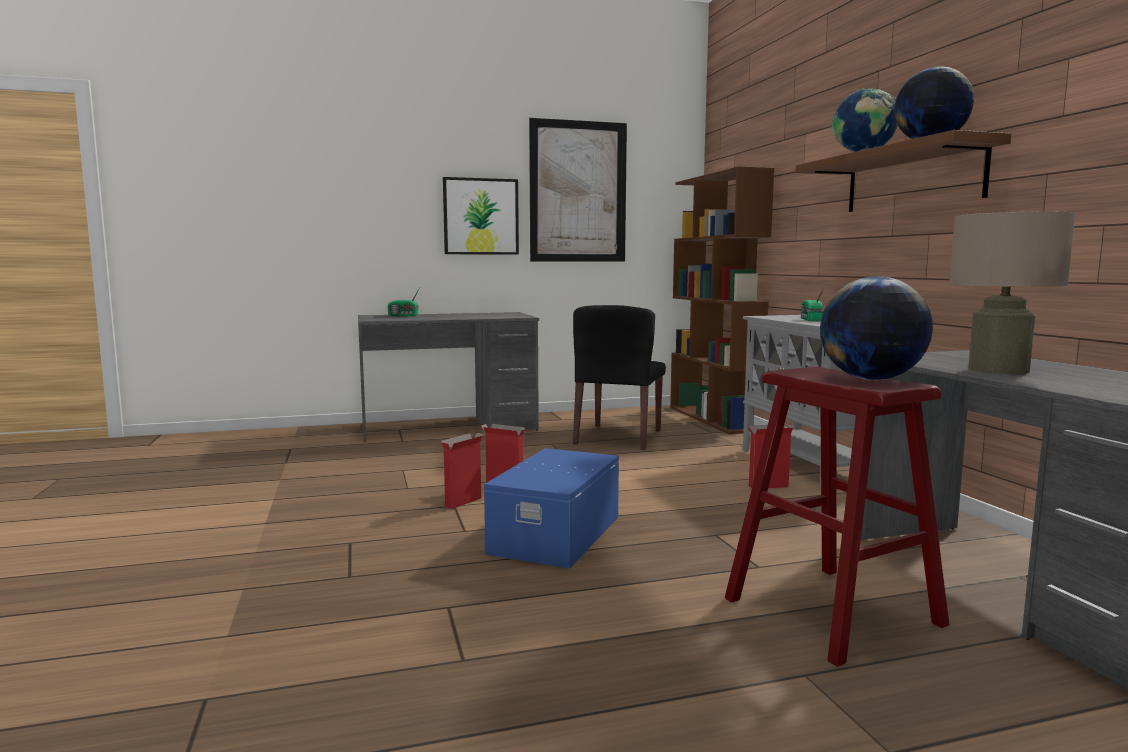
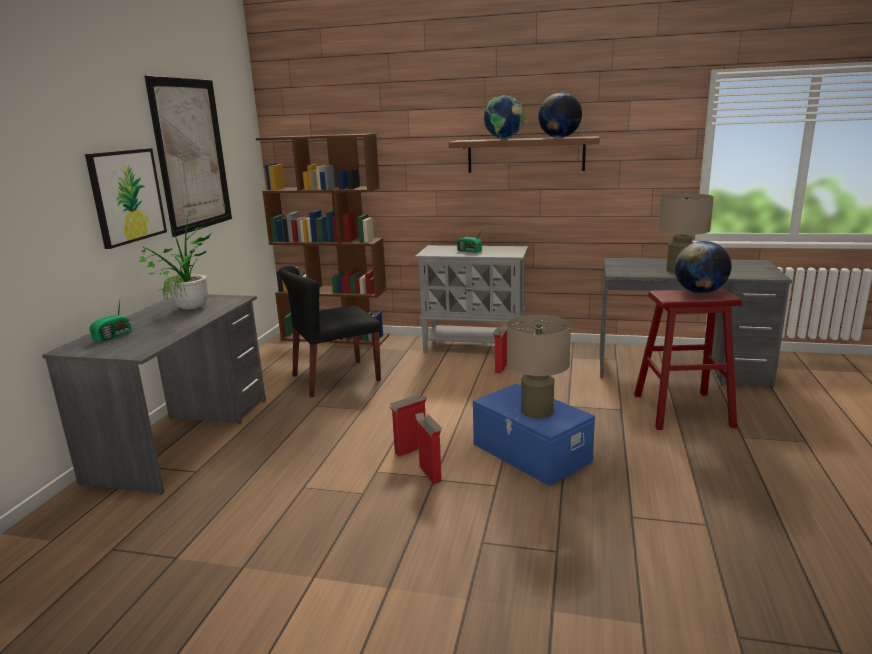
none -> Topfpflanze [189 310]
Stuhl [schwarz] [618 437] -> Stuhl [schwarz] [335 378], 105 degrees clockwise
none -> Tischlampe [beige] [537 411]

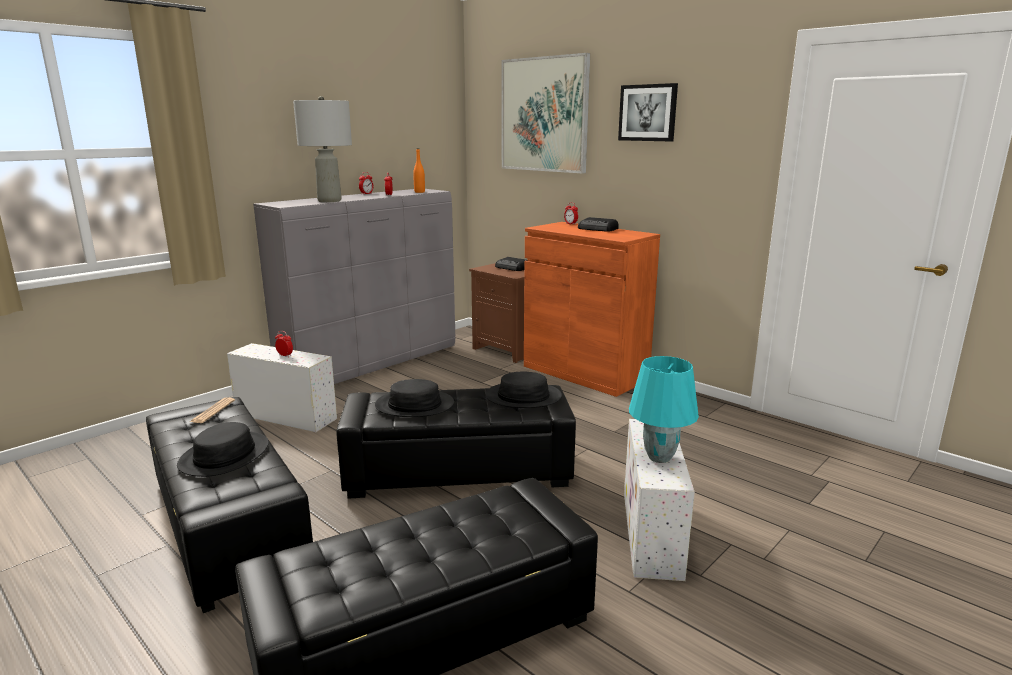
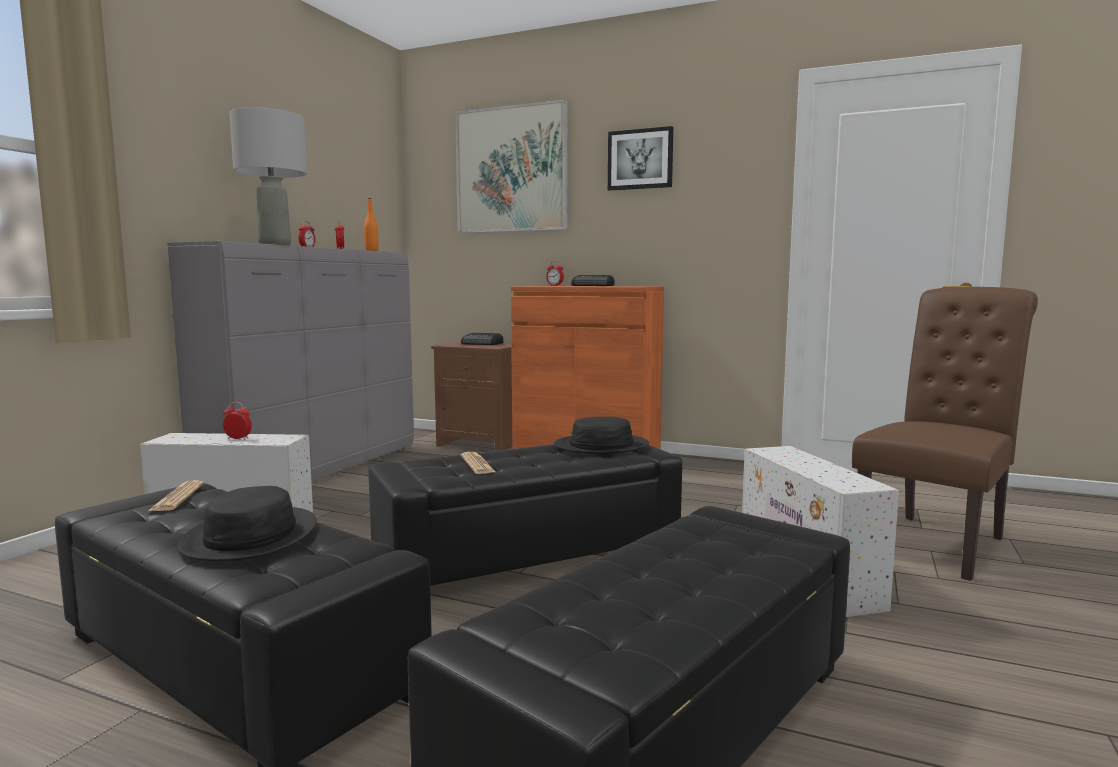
Hut [schwarz] [414 405] -> Zeitung [477 464]
none -> Stuhl [braun] [936 541]
Tischlampe [türkis] [659 457] -> none

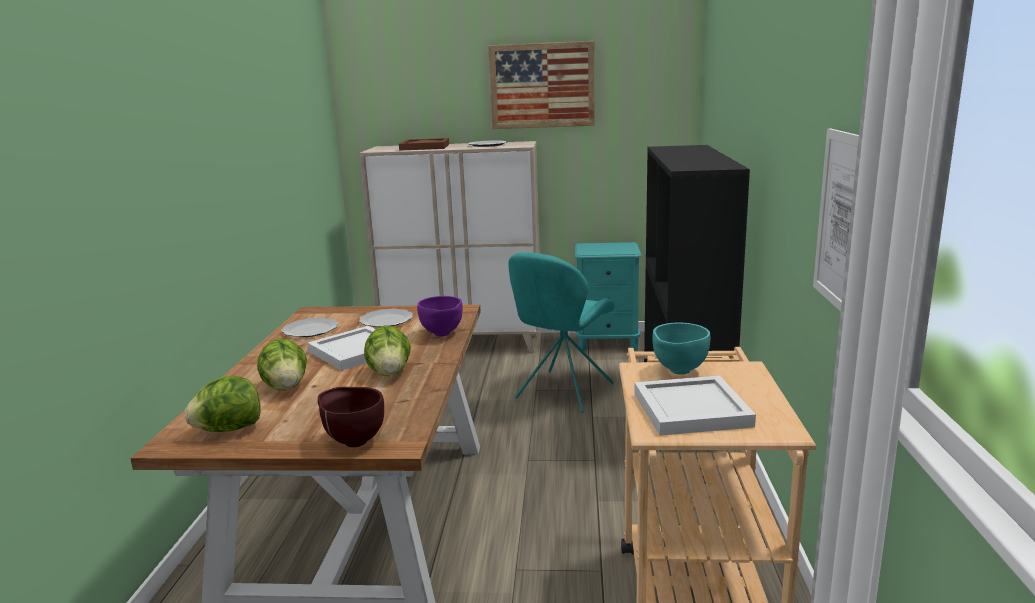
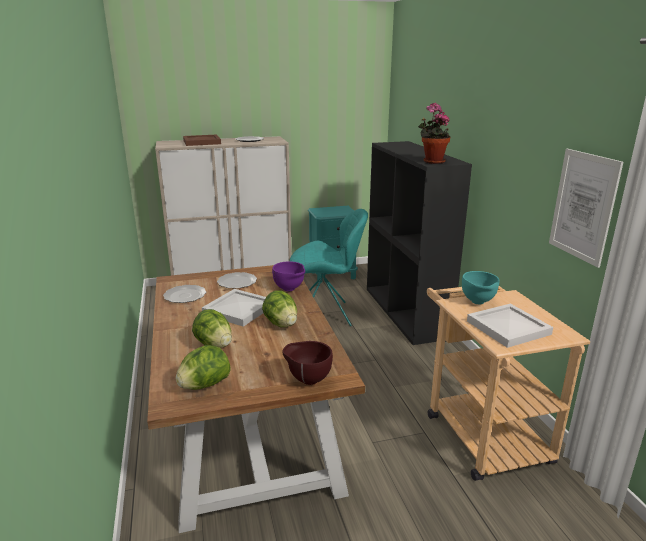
Stuhl [türkis] [562 392] -> Stuhl [türkis] [325 315], 105 degrees counterclockwise
none -> Topfpflanze [432 162]
Bild [542 85] -> none

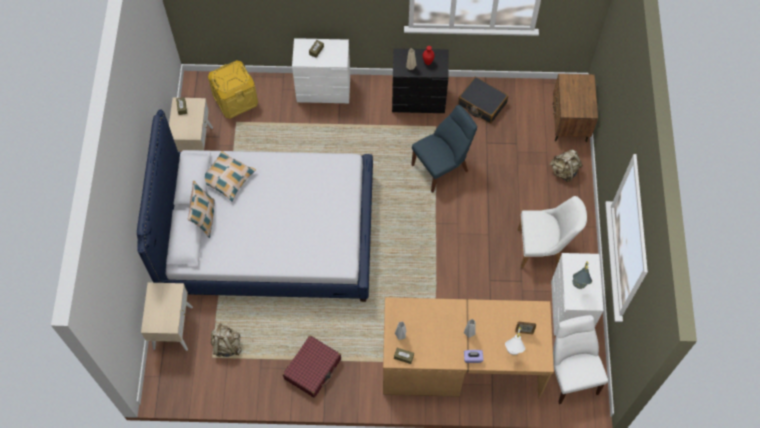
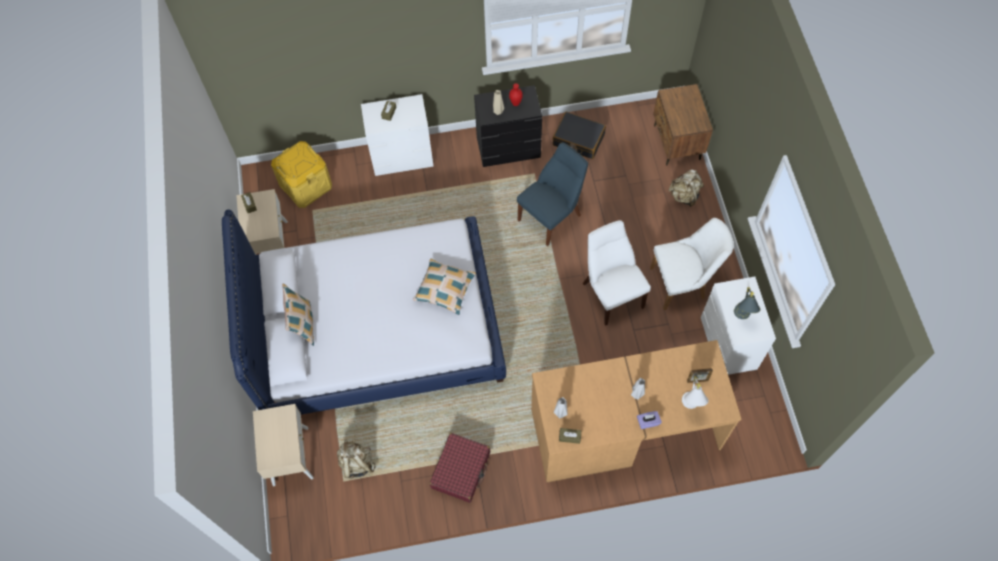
Kissen [227 178] -> Kissen [445 289], move
Stuhl [weiß] [570 373] -> Stuhl [weiß] [611 293], move

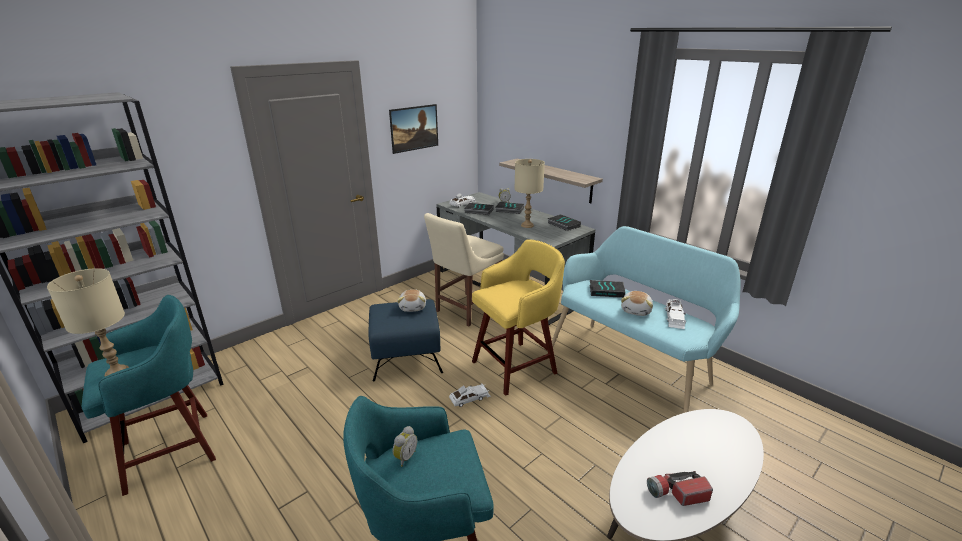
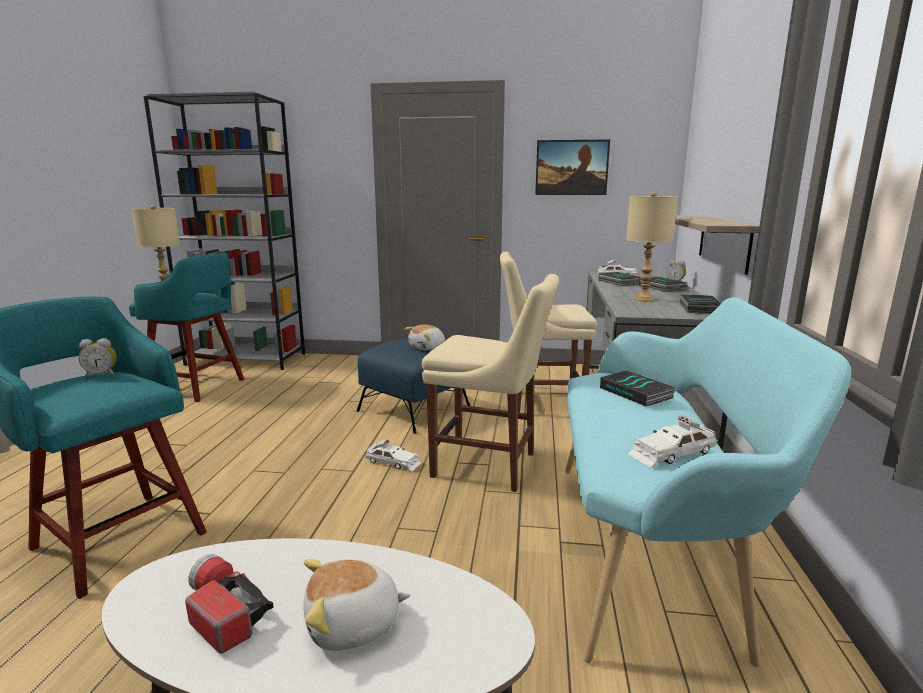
Plüschtier [636 310] -> Plüschtier [353 625], move
Hocker [gelb] [516 366] -> Stuhl [beige] [489 466]

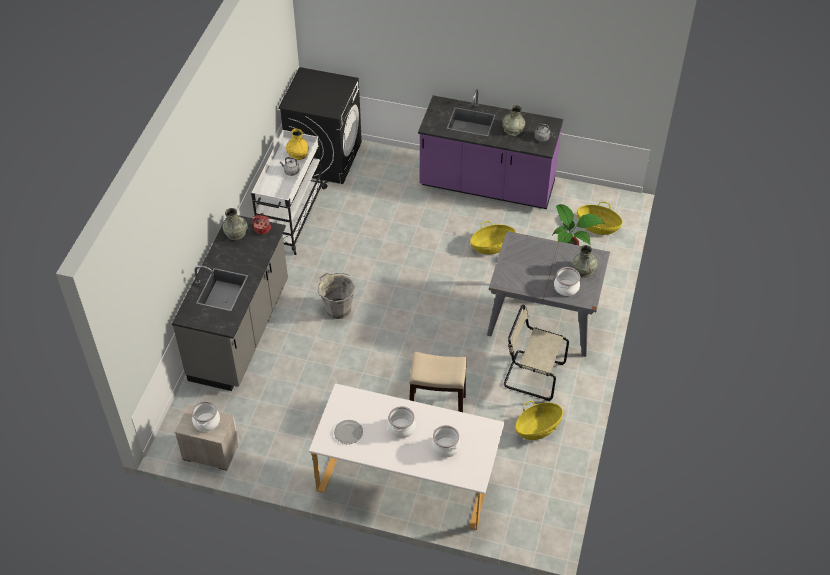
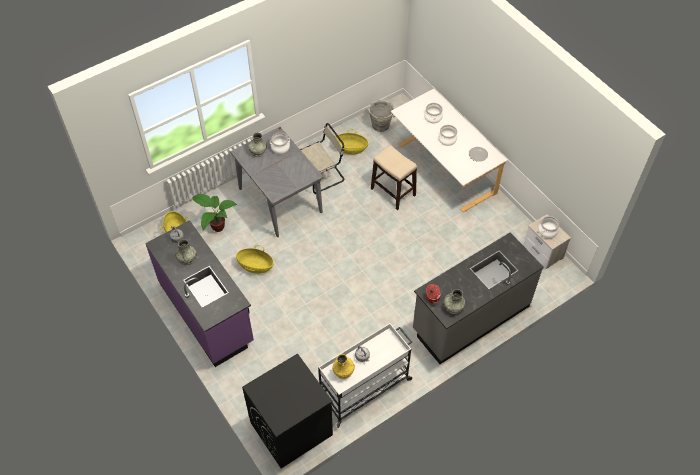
Stuhl [beige] [531 375] -> Stuhl [beige] [323 175], 90 degrees counterclockwise
Eimer [grau] [337 308] -> Eimer [grau] [380 126], move

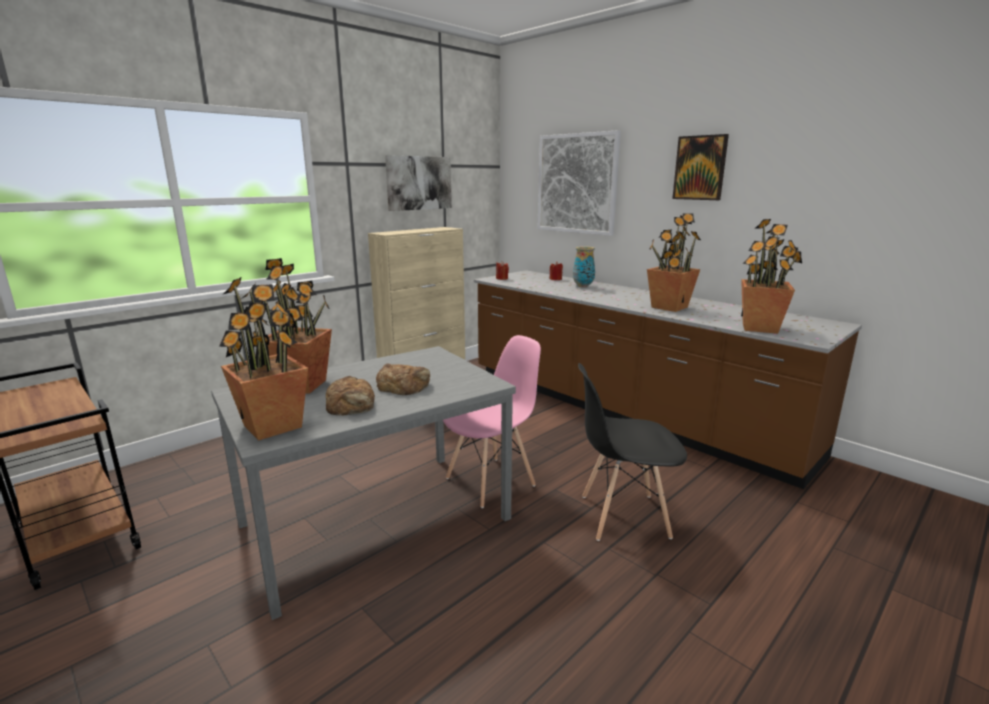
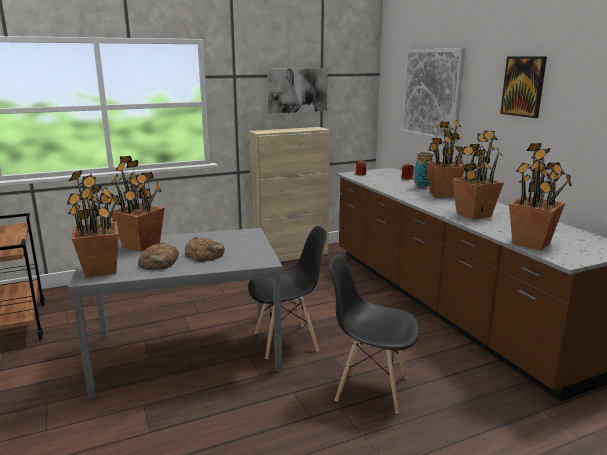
Stuhl [rosa] [491 481] -> Stuhl [schwarz] [287 341]
none -> Topfpflanze [442 194]

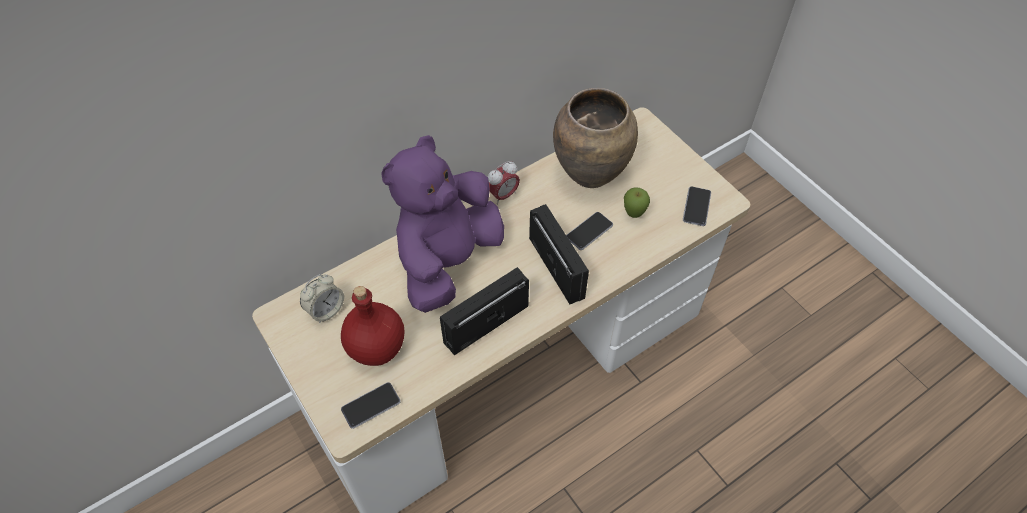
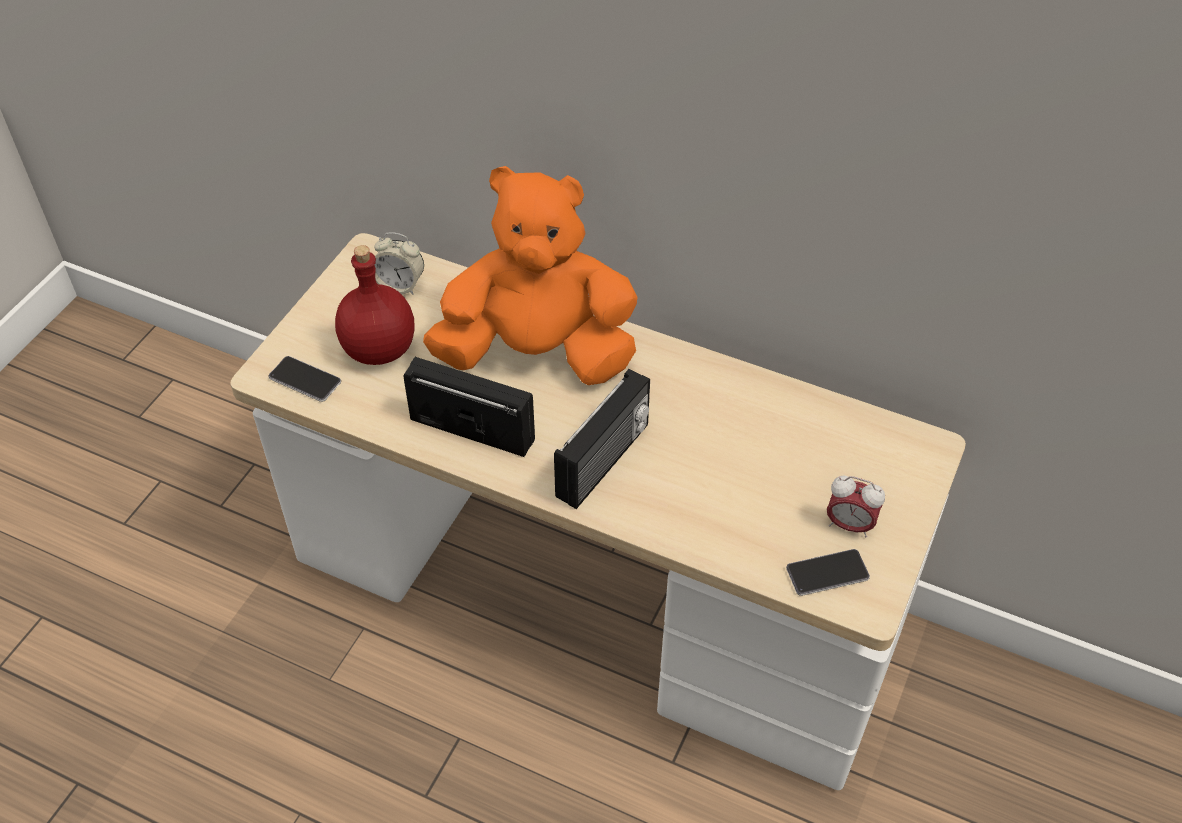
Plüschtier [lila] [447 261] -> Plüschtier [orange] [538 353]
Wecker [503 195] -> Wecker [849 525], move
Vase [braun] [591 174] -> none
Handy [589 231] -> none
Apfel [633 214] -> none

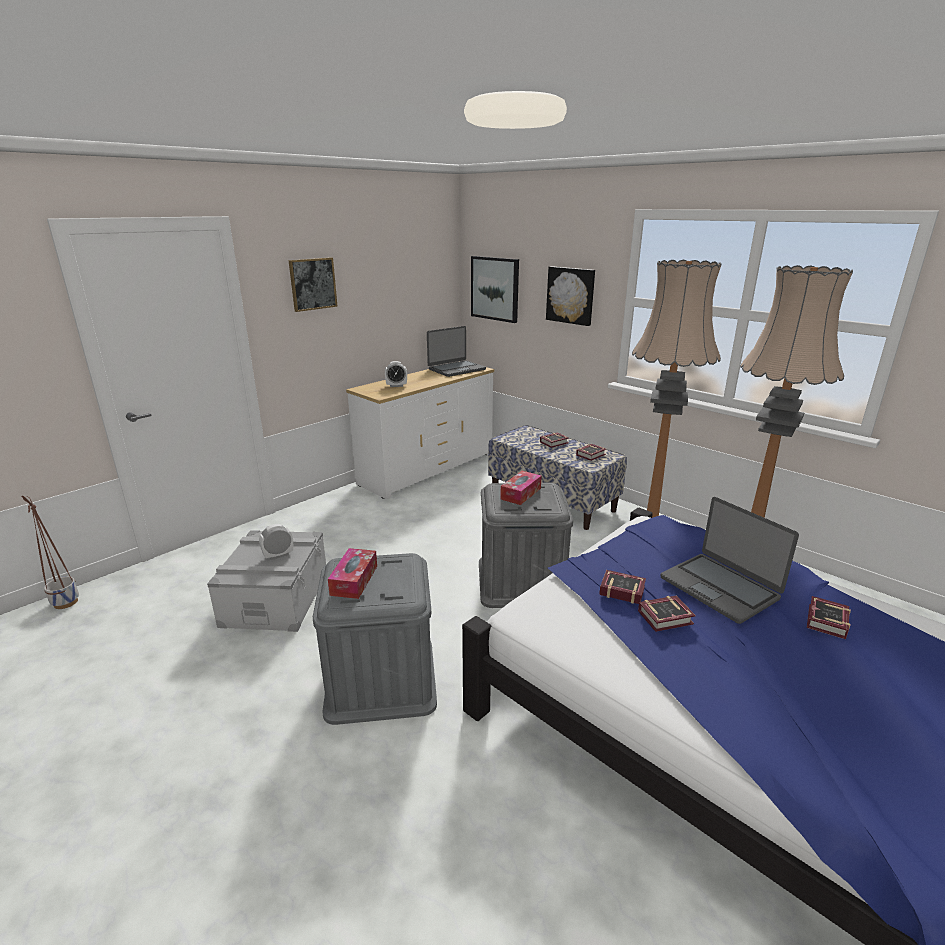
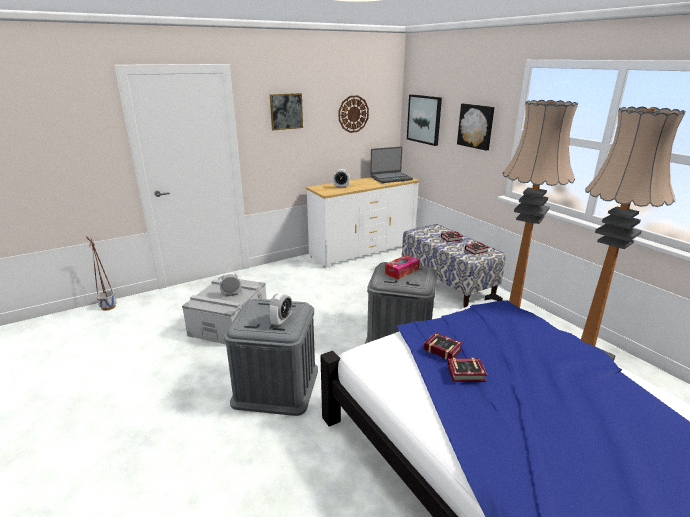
none -> Wecker [281 321]
none -> Wanduhr [353 114]
Taschentuchbox [354 580] -> none
Laptop [720 587] -> none
Buch [825 622] -> none

